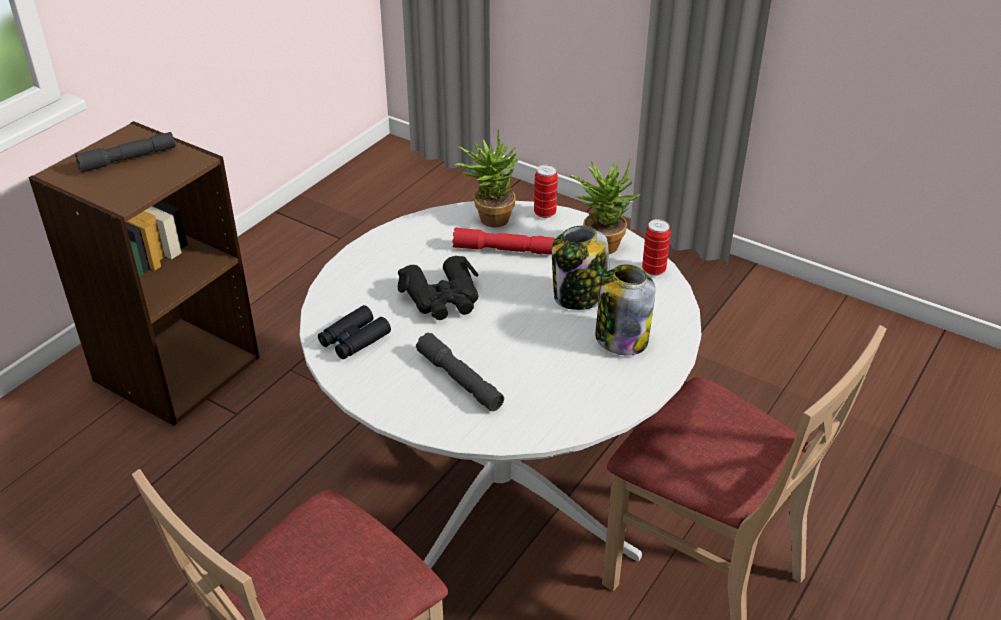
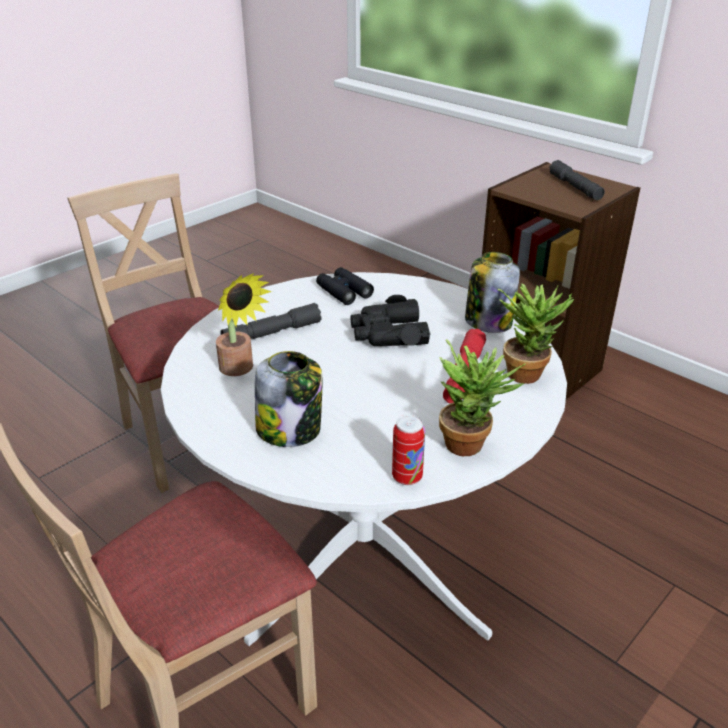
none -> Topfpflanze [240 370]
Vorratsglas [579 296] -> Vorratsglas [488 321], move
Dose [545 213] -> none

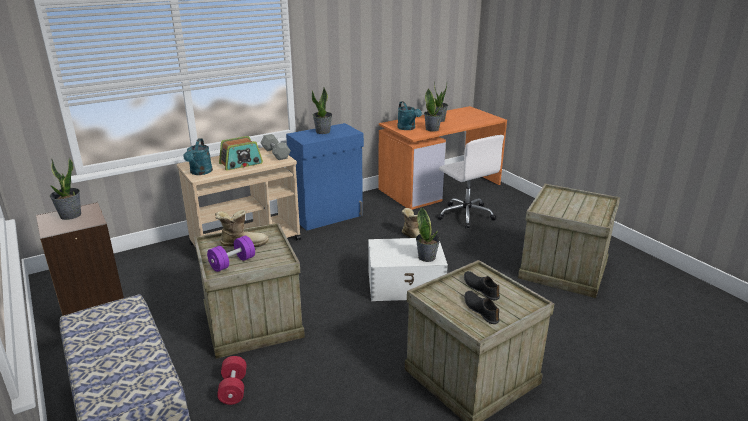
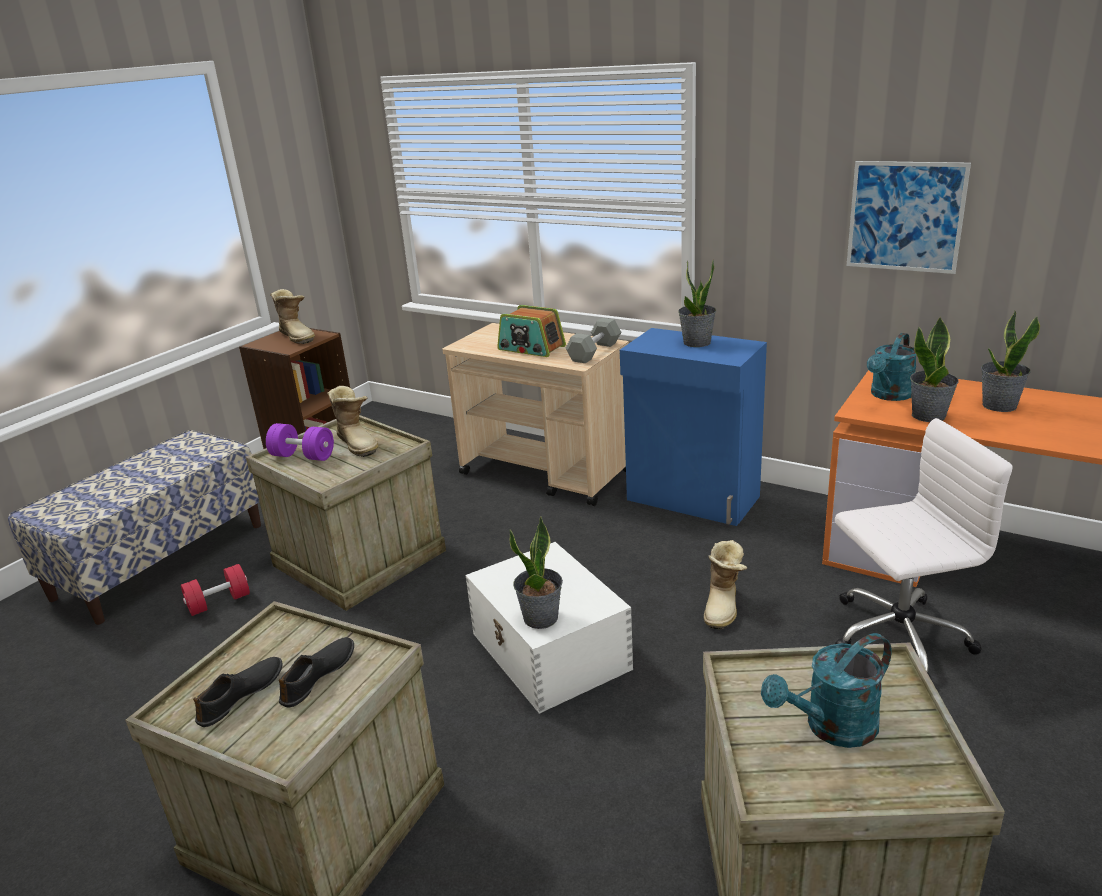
Topfpflanze [70 215] -> Stiefel [298 336]
Gießkanne [türkis] [200 172] -> Gießkanne [türkis] [831 728], move
Bürostuhl [weiß] [465 215] -> Bürostuhl [weiß] [897 637], 135 degrees counterclockwise
none -> Bild [905 216]

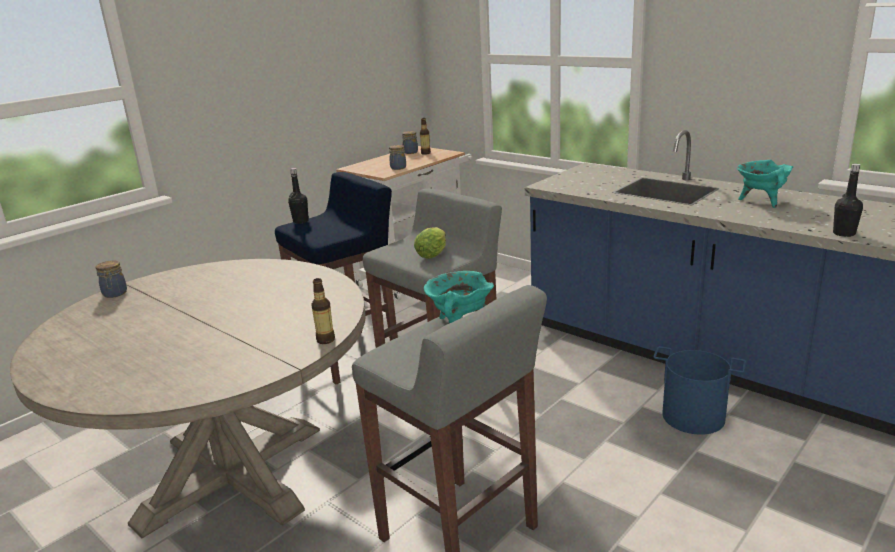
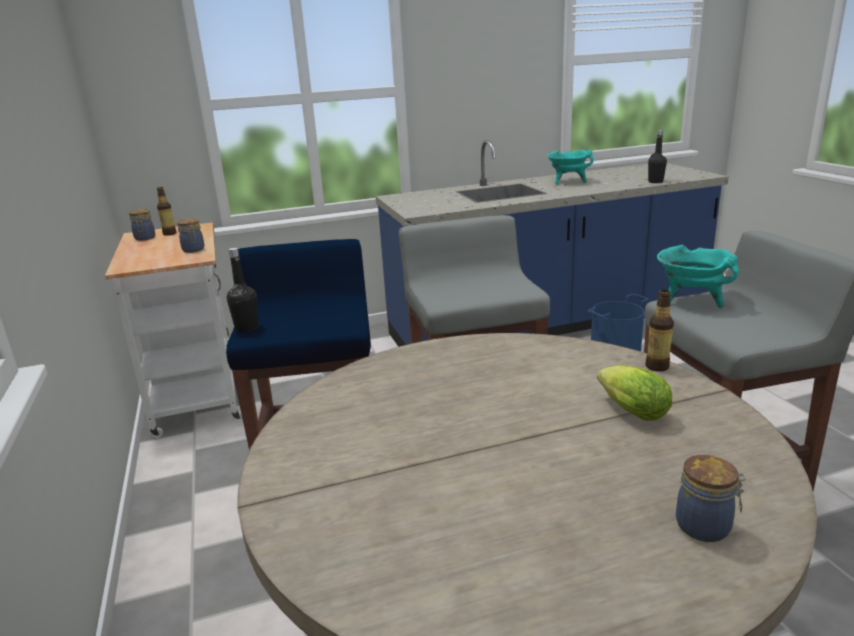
Salatkopf [433 254] -> Salatkopf [629 410], move
Vorratsglas [115 294] -> Vorratsglas [705 527], move

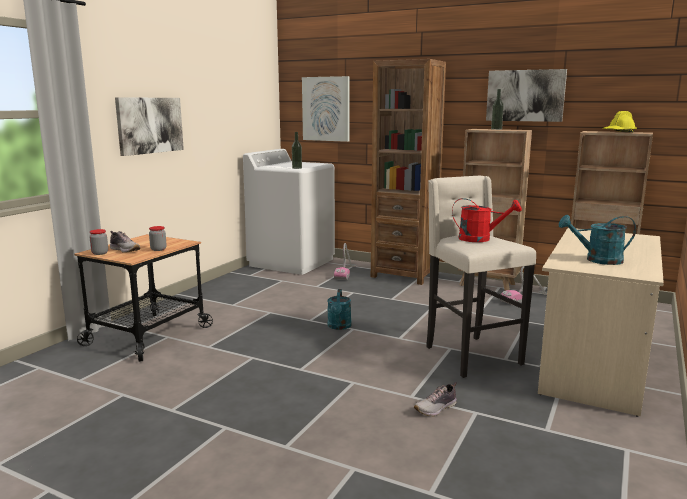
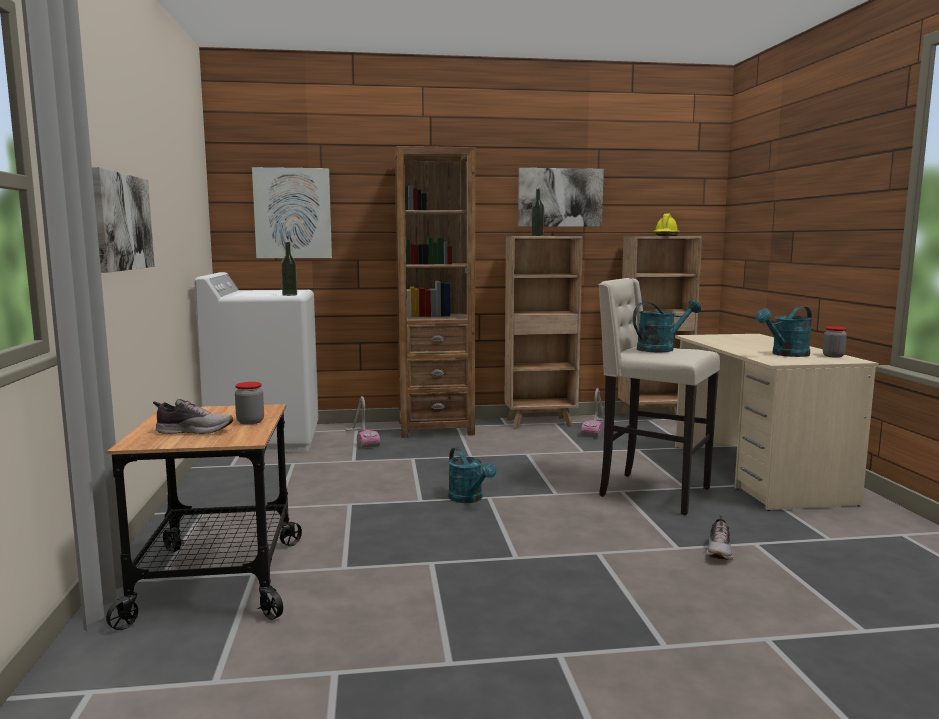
Gießkanne [rot] [480 239] -> Gießkanne [türkis] [661 349]
Vorratsglas [100 253] -> Vorratsglas [833 356], move

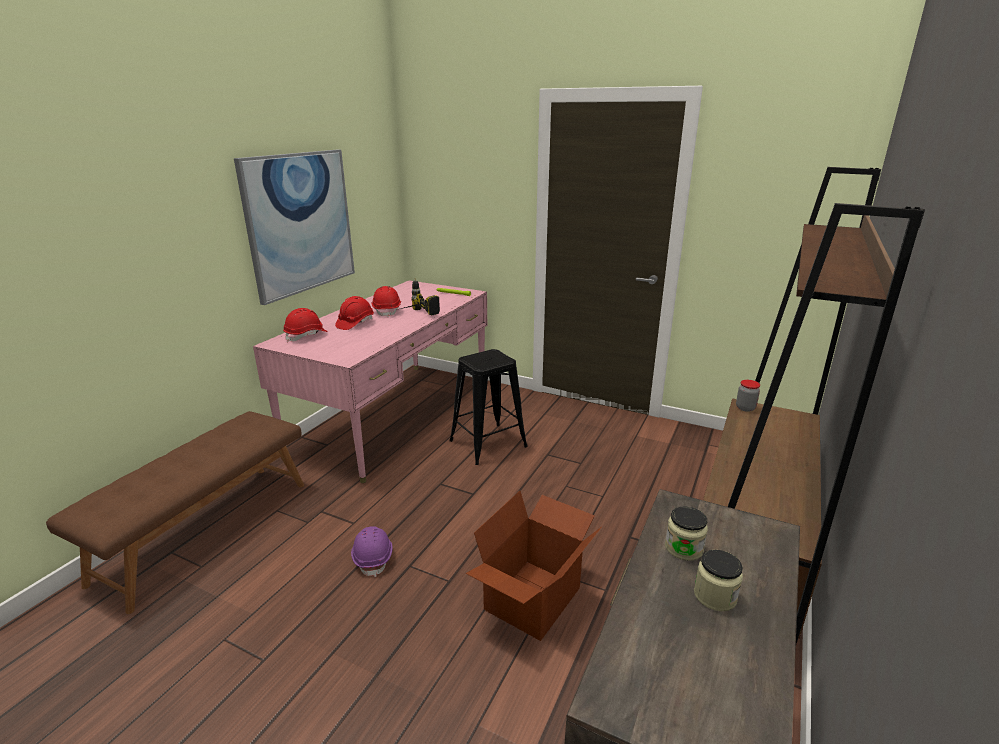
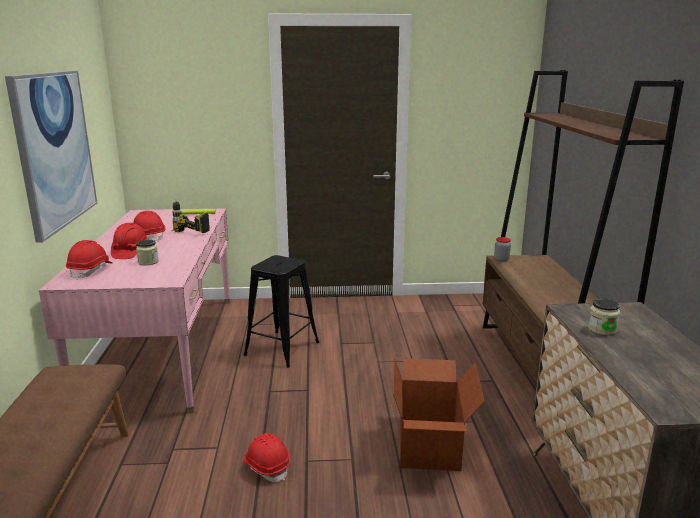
Vorratsglas [715 596] -> Vorratsglas [148 262], move
Schutzhelm [lila] [373 558] -> Schutzhelm [rot] [267 467]

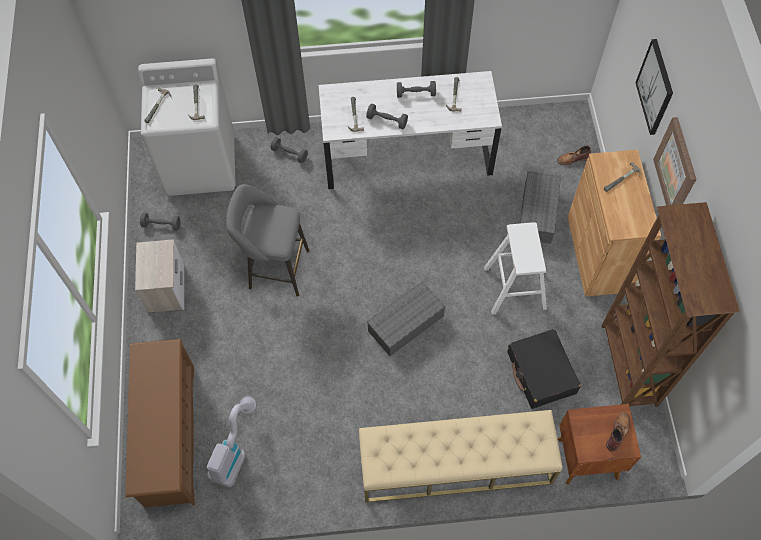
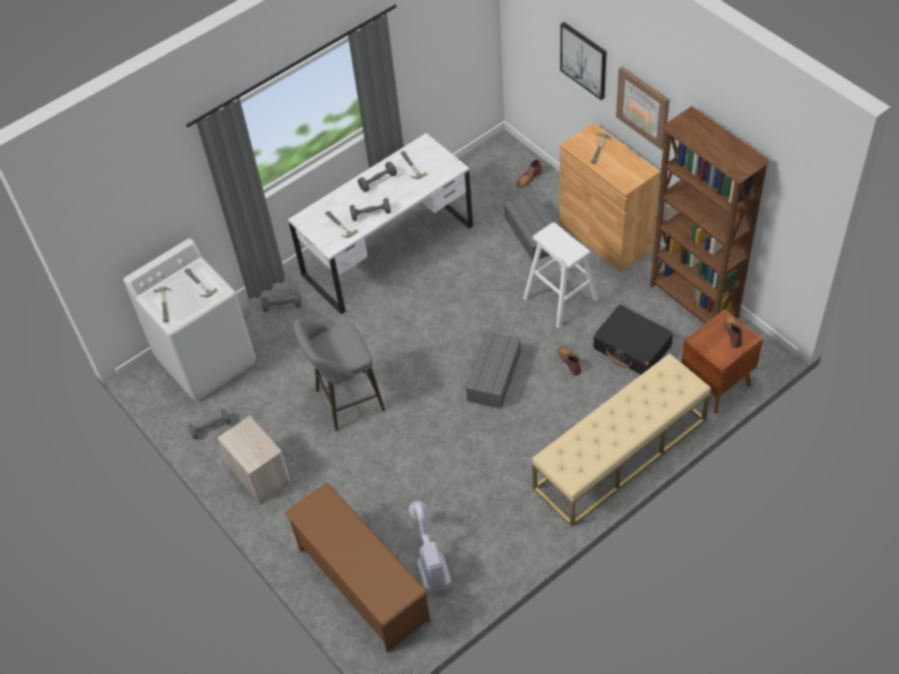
none -> Stiefel [braun] [569 361]

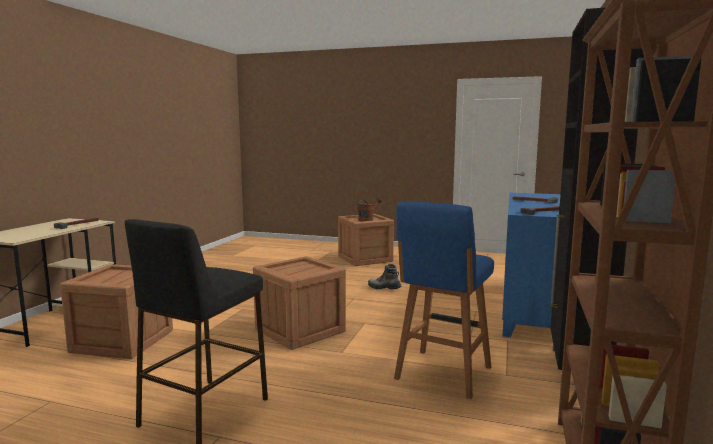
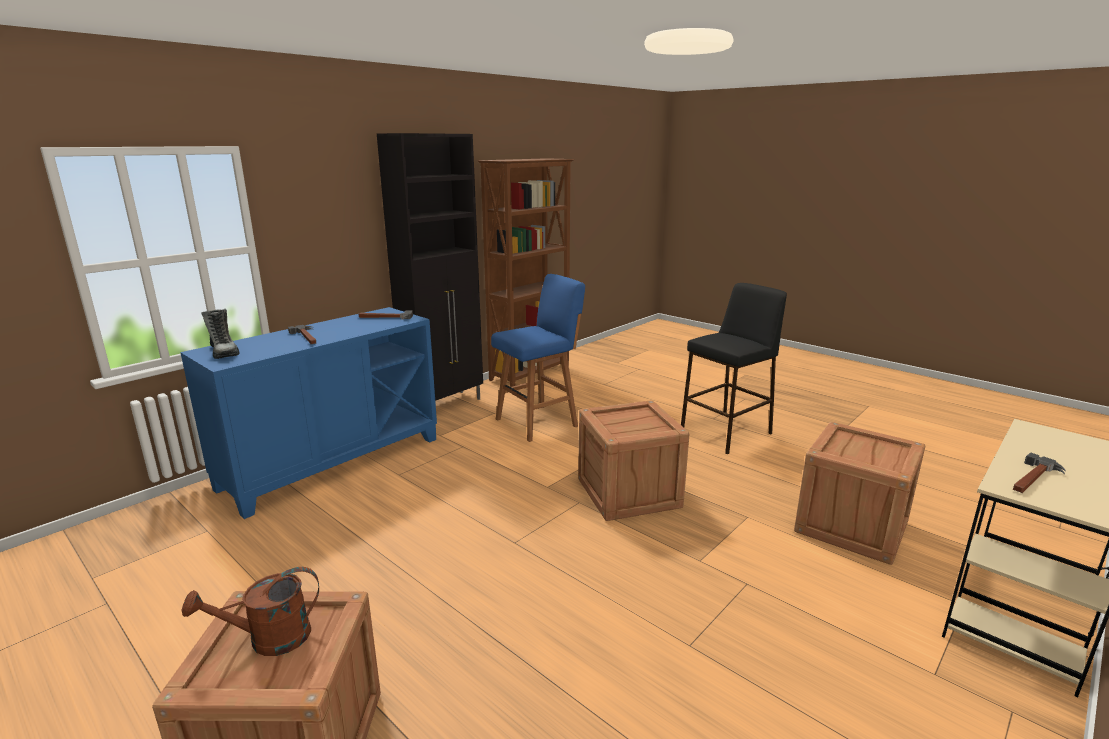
Stiefel [384 288] -> Stiefel [224 352], move

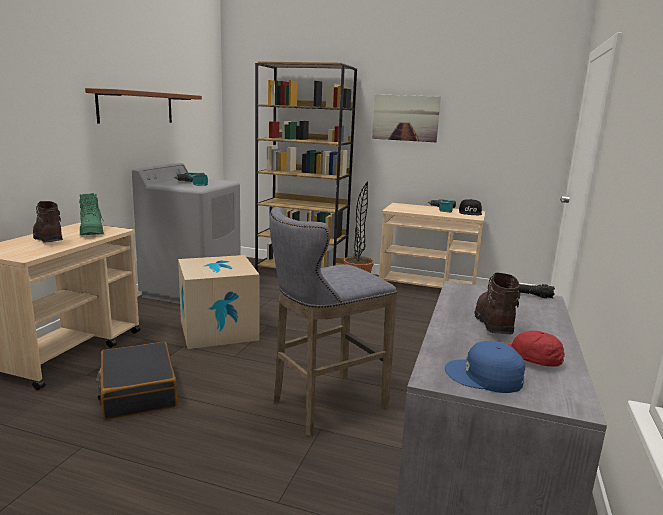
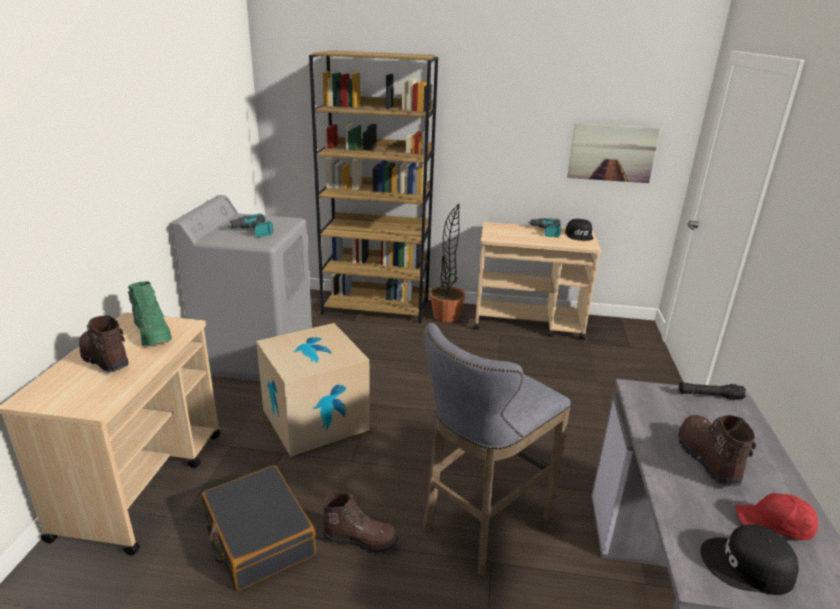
none -> Stiefel [braun] [360 539]
Bild [405 118] -> Bild [612 153], move
Kappe [blau] [484 376] -> Kappe [schwarz] [747 566]
Wandregal [braun] [136 107] -> none

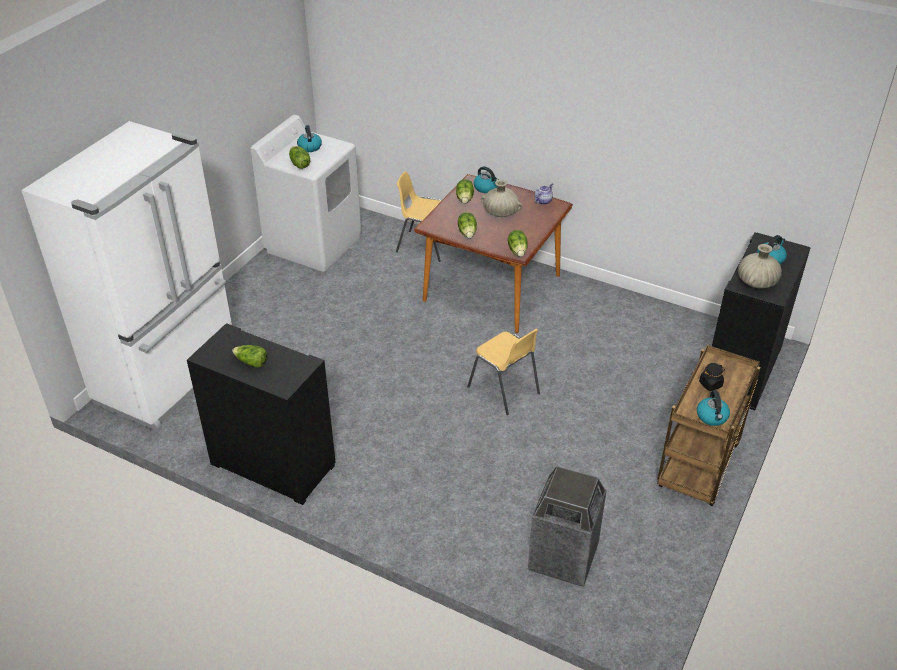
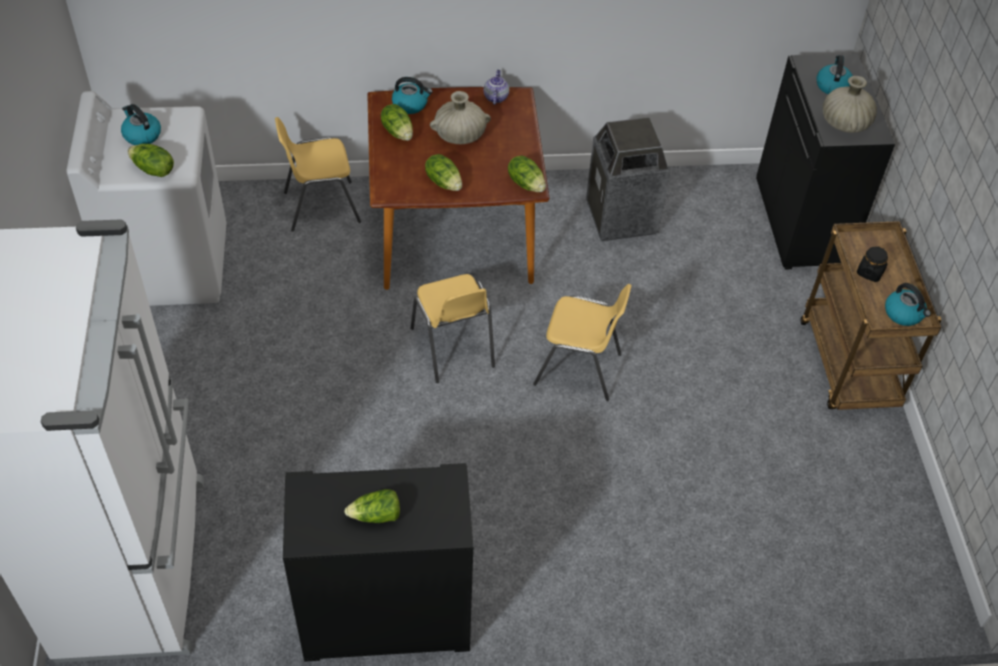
none -> Stuhl [gelb] [453 348]
Mülleimer [563 557] -> Mülleimer [622 218], move

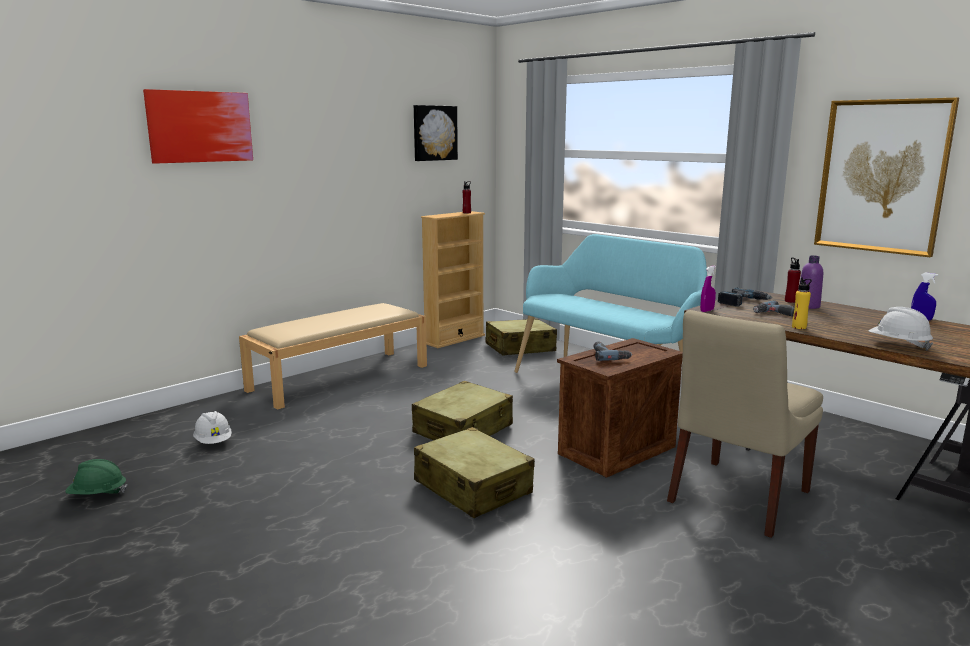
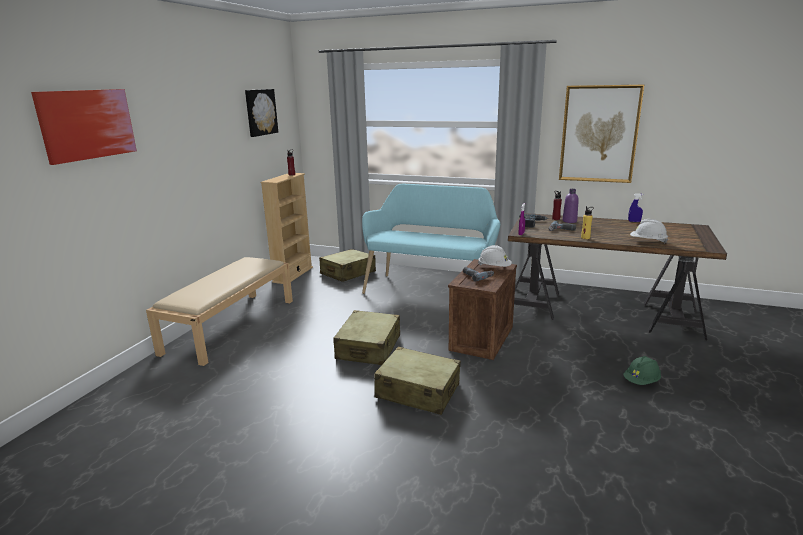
Schutzhelm [weiß] [213 442] -> Schutzhelm [weiß] [494 267], move
Schutzhelm [grün] [97 494] -> Schutzhelm [grün] [641 381], move
Stuhl [beige] [736 498] -> none

